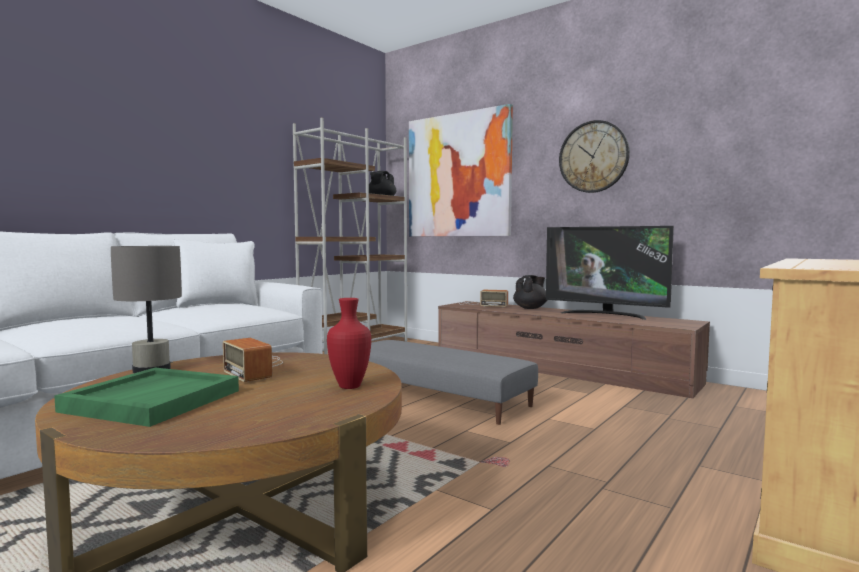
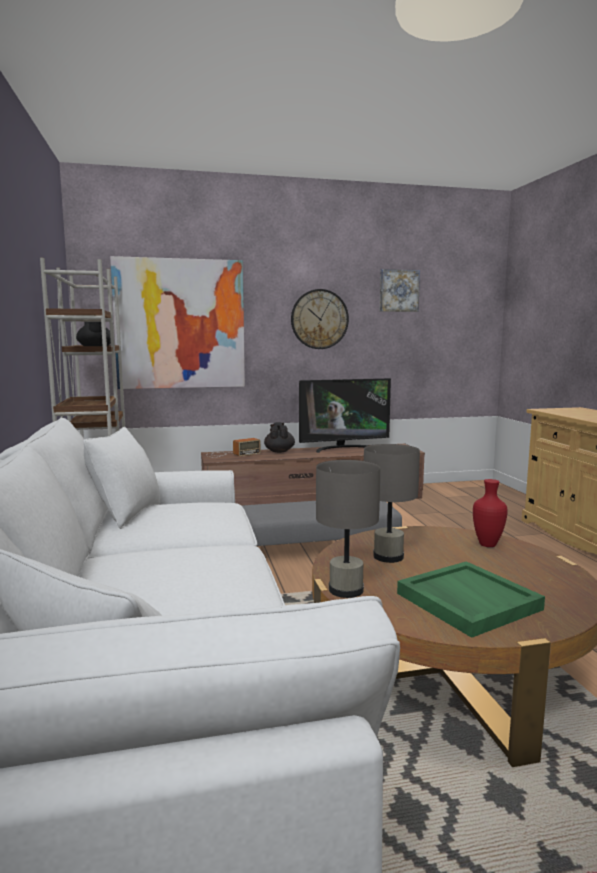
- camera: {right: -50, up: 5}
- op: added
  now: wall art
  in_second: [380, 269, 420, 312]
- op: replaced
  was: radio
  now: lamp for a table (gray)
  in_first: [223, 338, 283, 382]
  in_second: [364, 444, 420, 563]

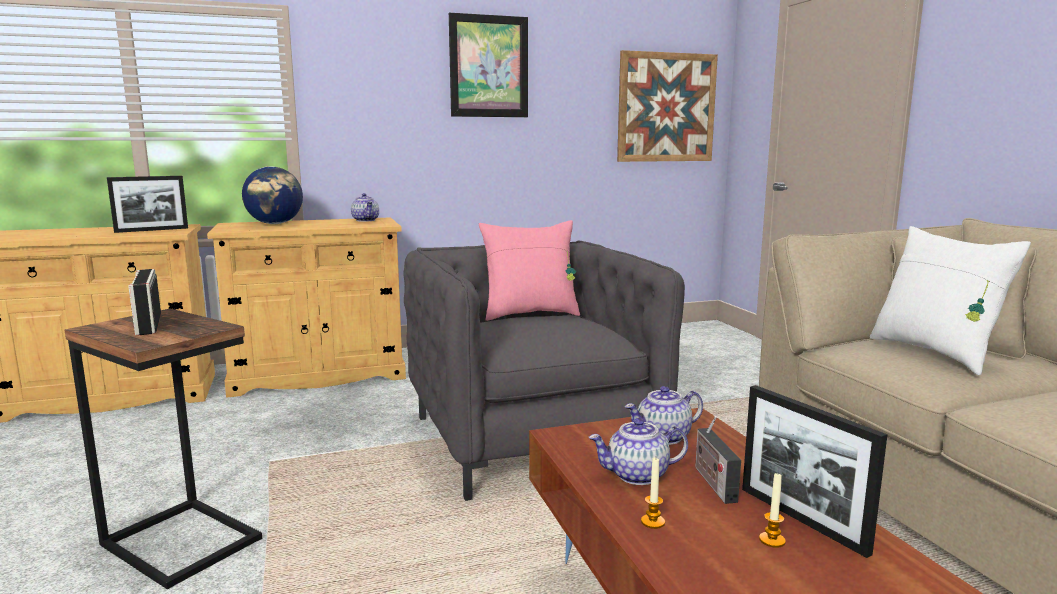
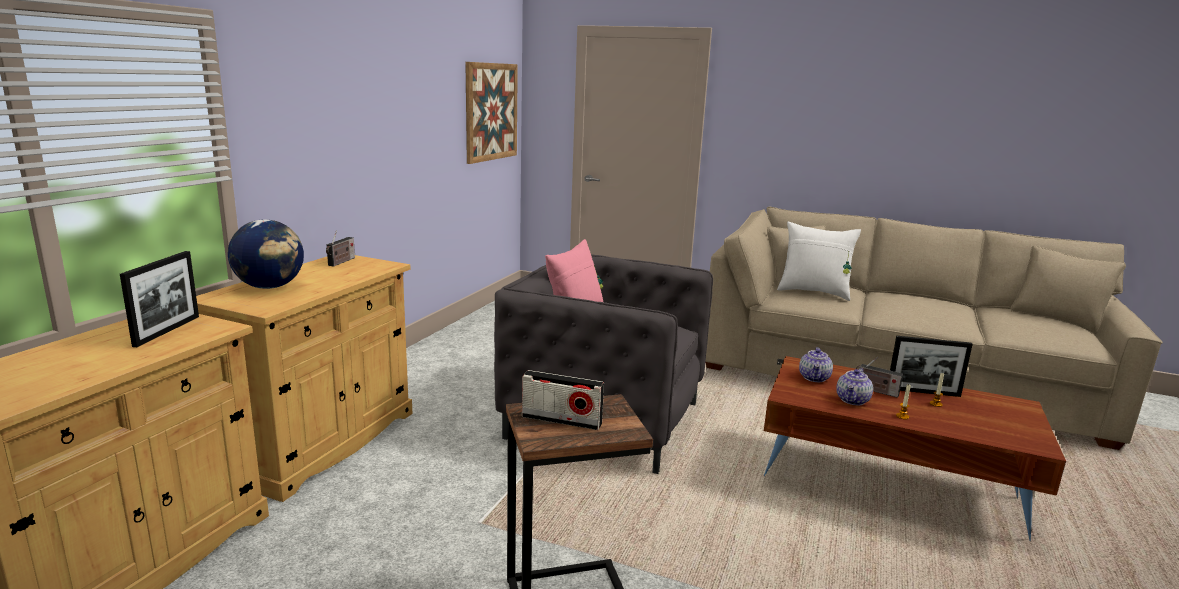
- camera: {right: -50, up: 5}
- op: removed
  was: wall art
  in_first: [449, 13, 528, 117]
- op: replaced
  was: tea pot
  now: radio
  in_first: [351, 193, 379, 222]
  in_second: [326, 230, 355, 266]

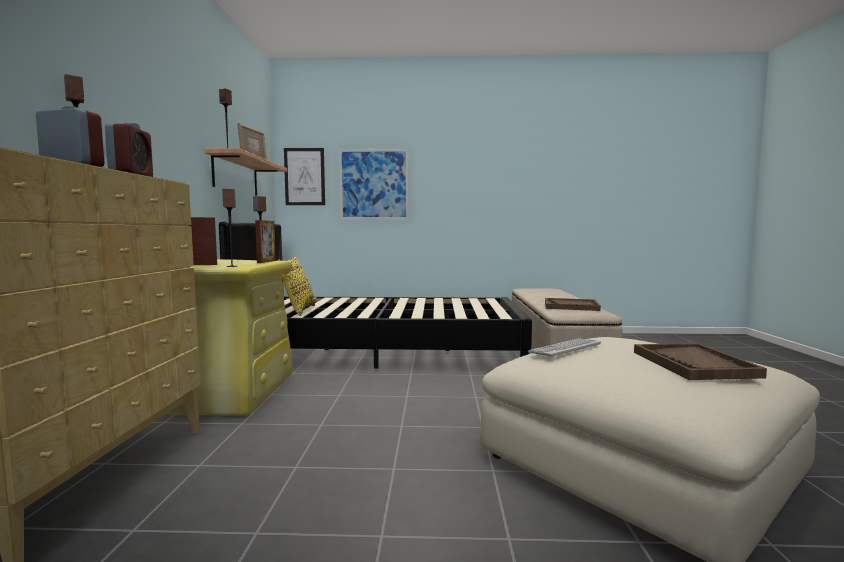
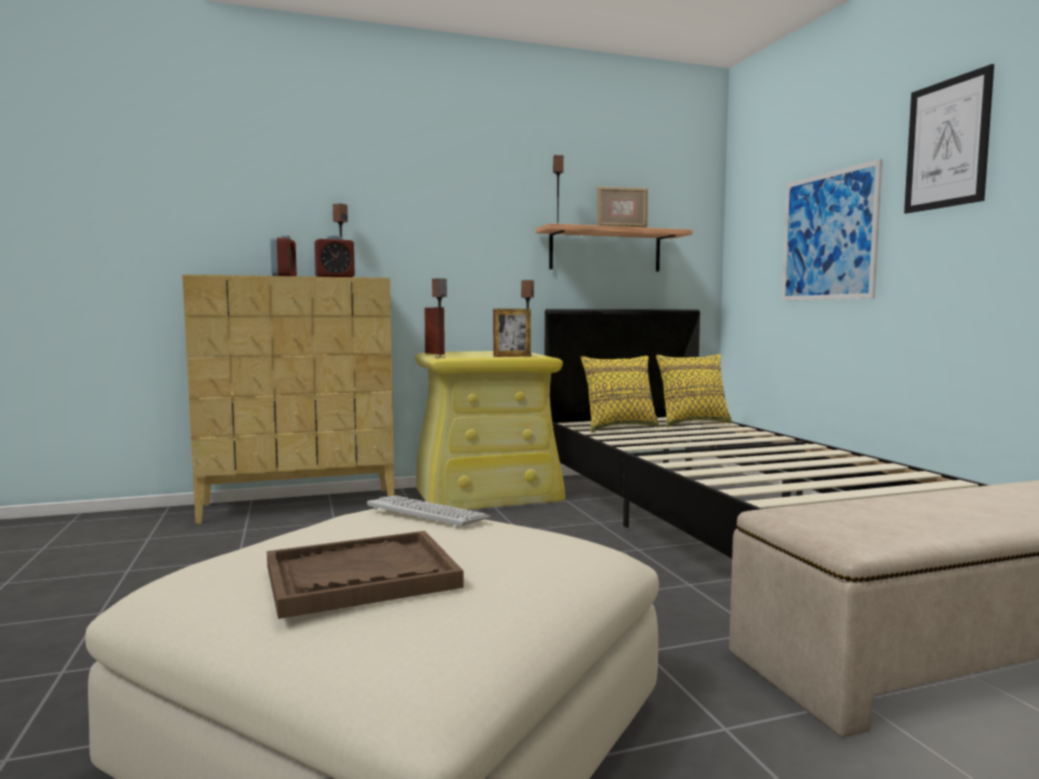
- camera: {right: 70, up: 0}
- op: removed
  was: serving tray (brownish)
  in_first: [545, 298, 601, 311]
- op: added
  now: cushion (yellowish)
  in_second: [656, 354, 732, 427]
- op: moved
  was: wall art
  in_first: [284, 148, 325, 205]
  in_second: [904, 64, 994, 214]

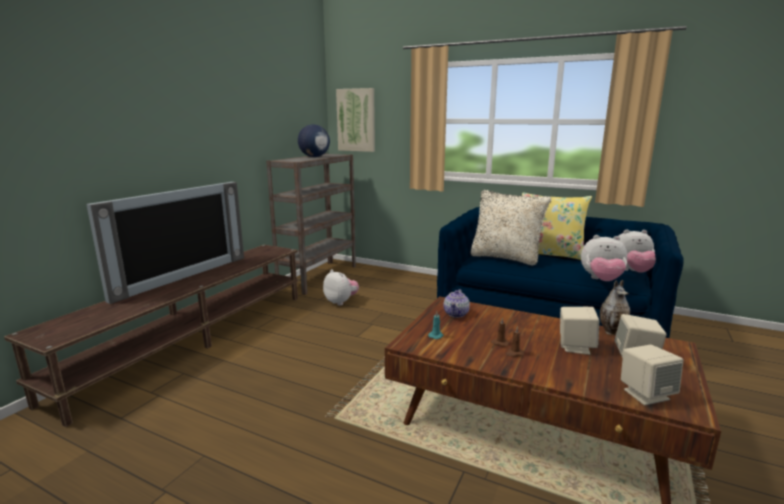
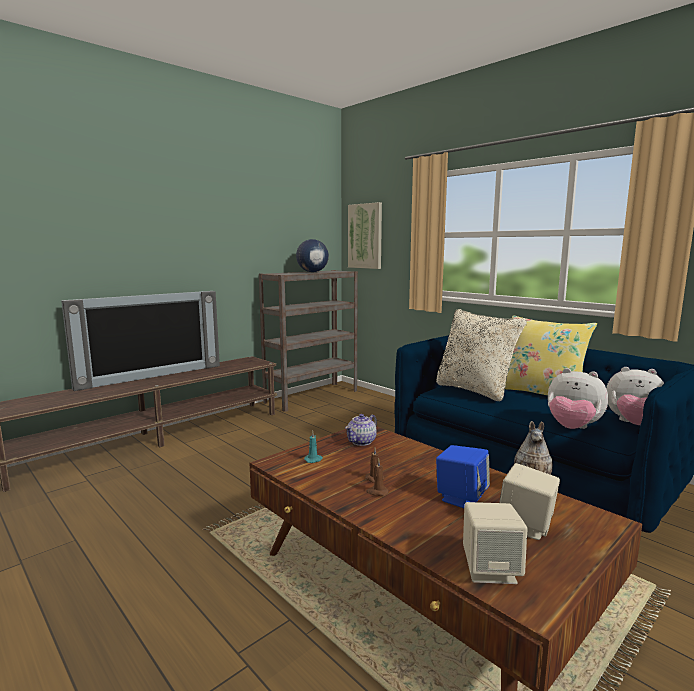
- camera: {right: 20, up: -5}
- op: removed
  was: plush toy
  in_first: [323, 270, 359, 306]
- op: recoloured
  was: loudspeaker (sand-coloured)
  now: loudspeaker (blue)
  in_first: [560, 307, 599, 355]
  in_second: [436, 445, 490, 508]

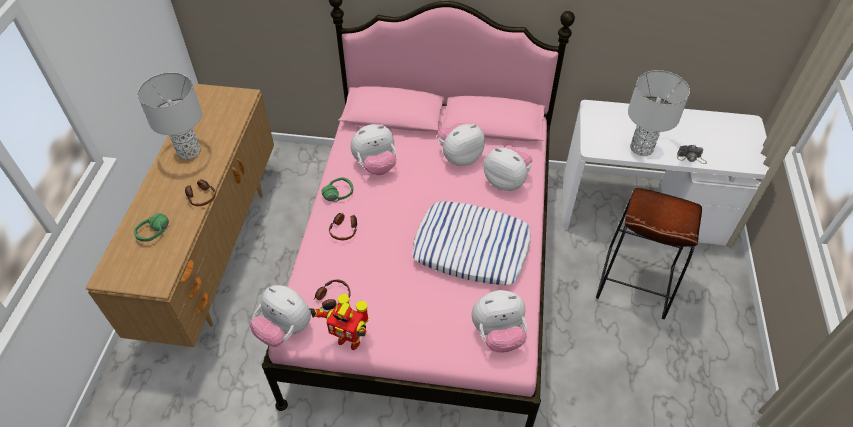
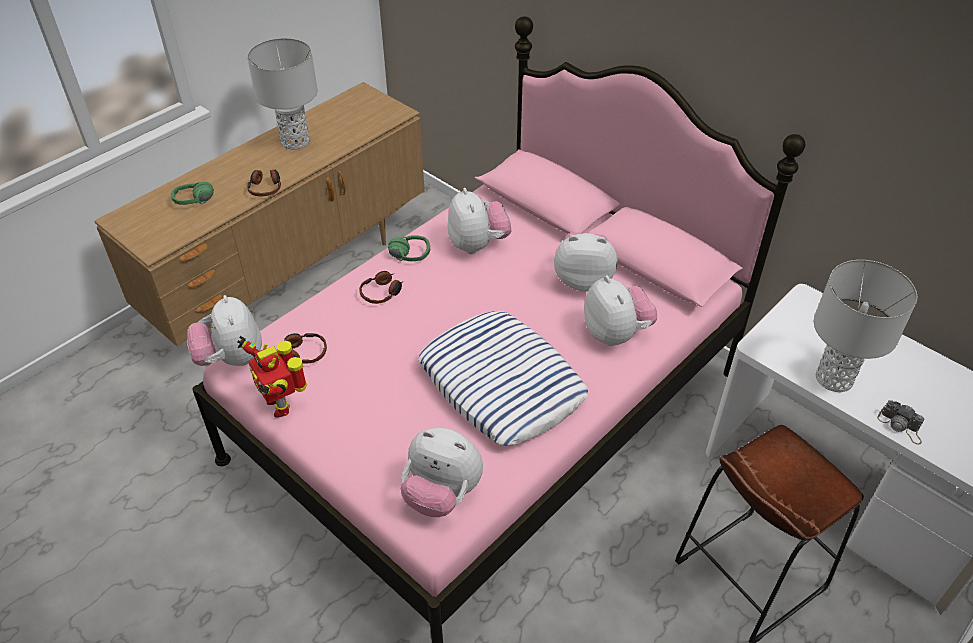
- camera: {right: 35, up: -5}
- op: turned
  was: plush toy
  in_first: [350, 124, 396, 175]
  in_second: [448, 188, 511, 254]
  clockwise: -120

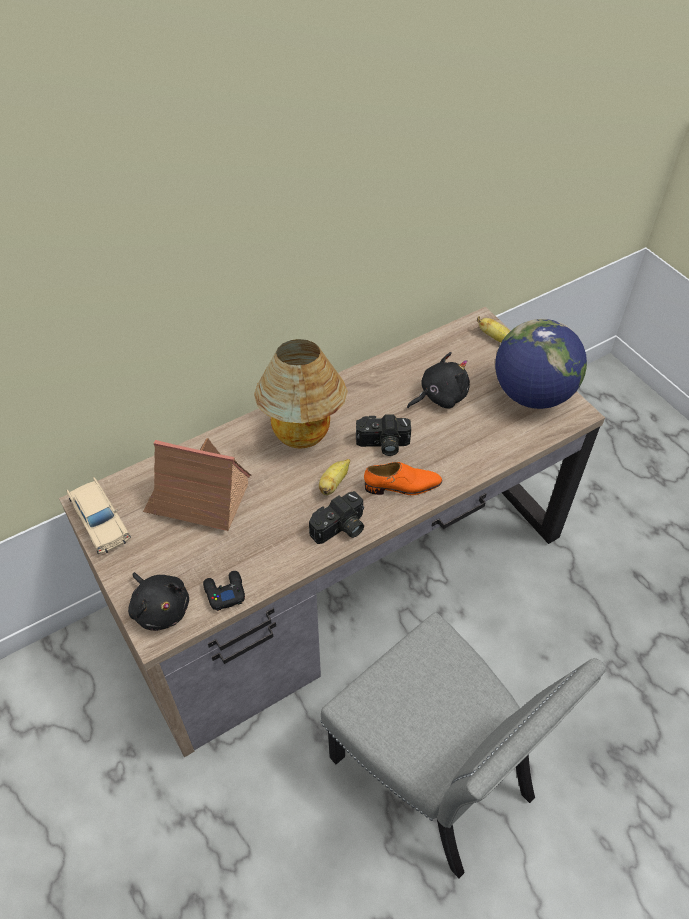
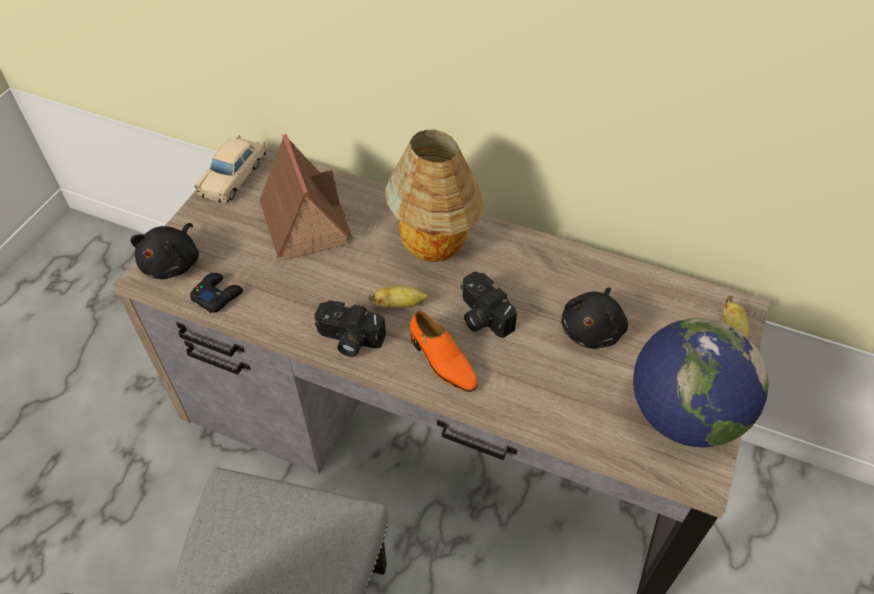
- camera: {right: 55, up: 0}
- op: turned
  was: plush toy (blackish)
  in_first: [407, 352, 470, 409]
  in_second: [561, 287, 628, 349]
  clockwise: 90

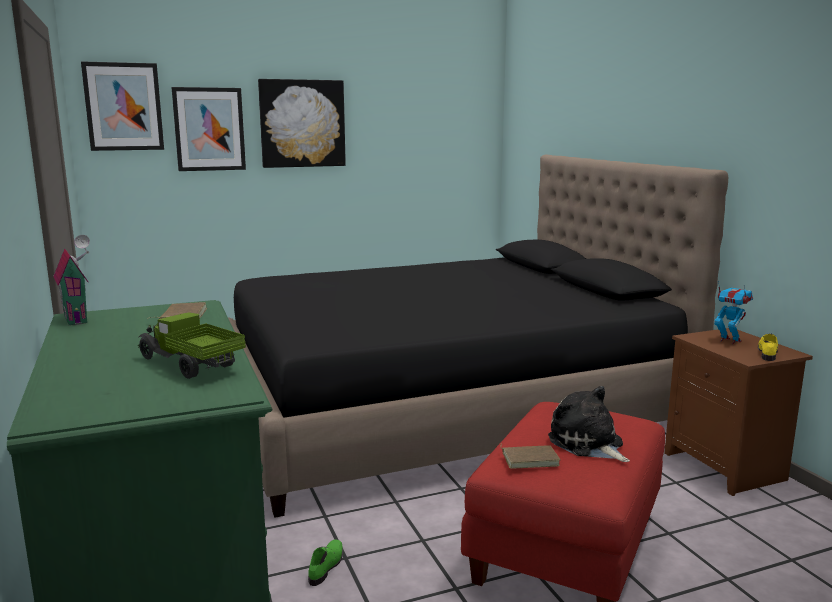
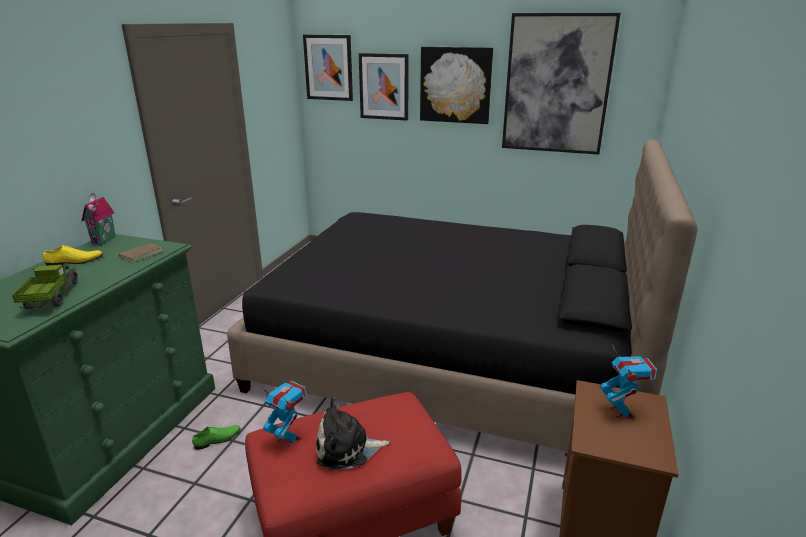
- camera: {right: 40, up: 10}
- op: added
  now: wall art
  in_second: [502, 13, 621, 155]
- op: moved
  was: shoe (yellowish)
  in_first: [758, 333, 778, 361]
  in_second: [43, 245, 103, 266]
- op: replaced
  was: volume (brownish)
  now: toy robot
  in_first: [500, 443, 560, 469]
  in_second: [263, 381, 307, 447]
- op: turned
  was: plush toy
  in_first: [548, 386, 630, 462]
  in_second: [316, 397, 389, 470]
  clockwise: -105

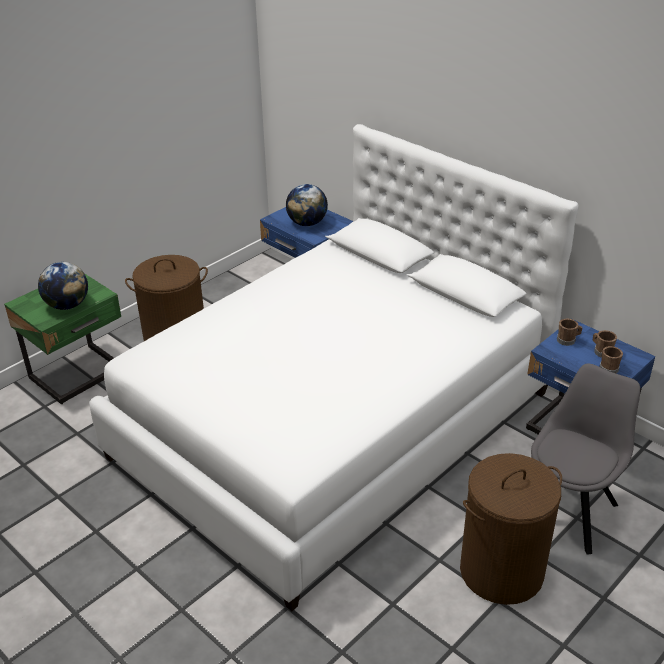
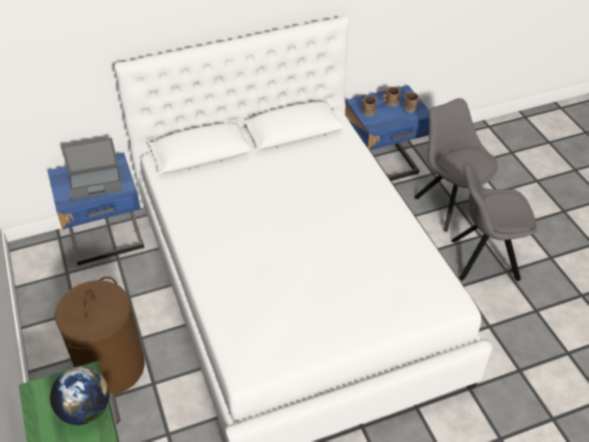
- camera: {right: -65, up: 10}
- op: replaced
  was: desk globe
  now: laptop
  in_first: [286, 184, 328, 226]
  in_second: [61, 138, 122, 200]
- op: replaced
  was: hamper (brownish)
  now: chair (gray)
  in_first: [460, 453, 562, 605]
  in_second: [451, 163, 537, 281]

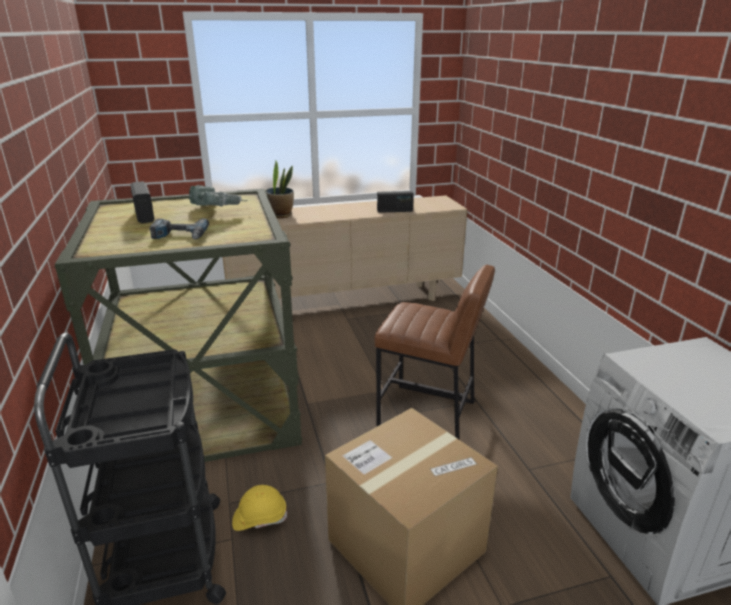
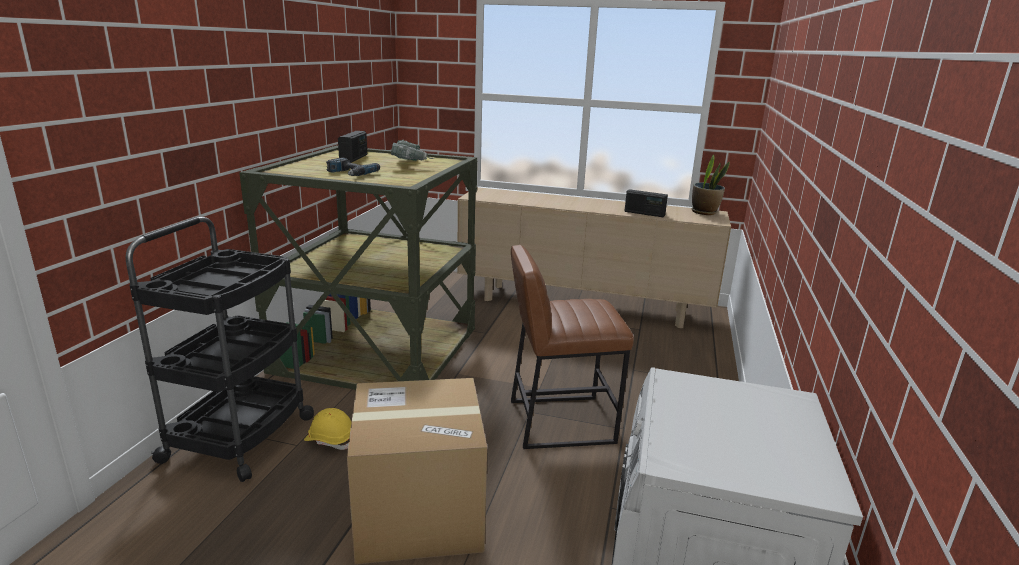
- camera: {right: 30, up: -5}
- op: moved
  was: potted plant
  in_first: [265, 161, 294, 218]
  in_second: [692, 154, 730, 215]
- op: turned
  was: chair (brownish)
  in_first: [374, 265, 495, 439]
  in_second: [511, 245, 634, 449]
  clockwise: 120

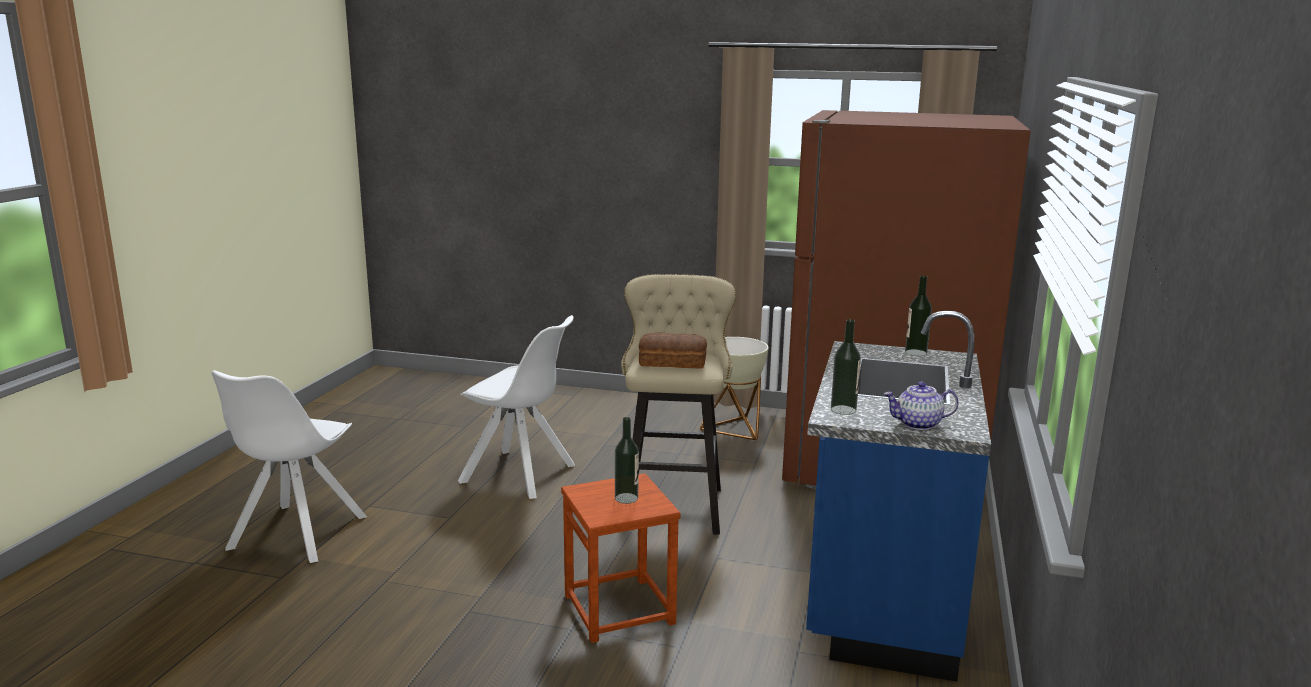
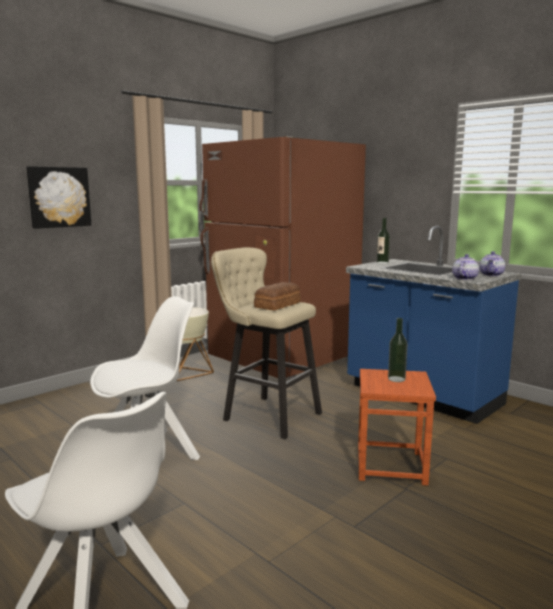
- camera: {right: -60, up: -5}
- op: added
  now: wall art
  in_second: [27, 166, 92, 229]
- op: replaced
  was: drink bottle
  now: tea pot
  in_first: [831, 319, 861, 415]
  in_second: [452, 254, 479, 280]

